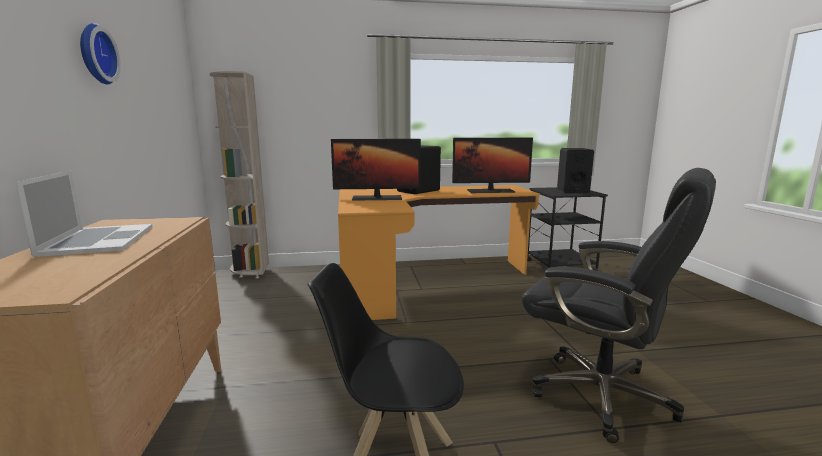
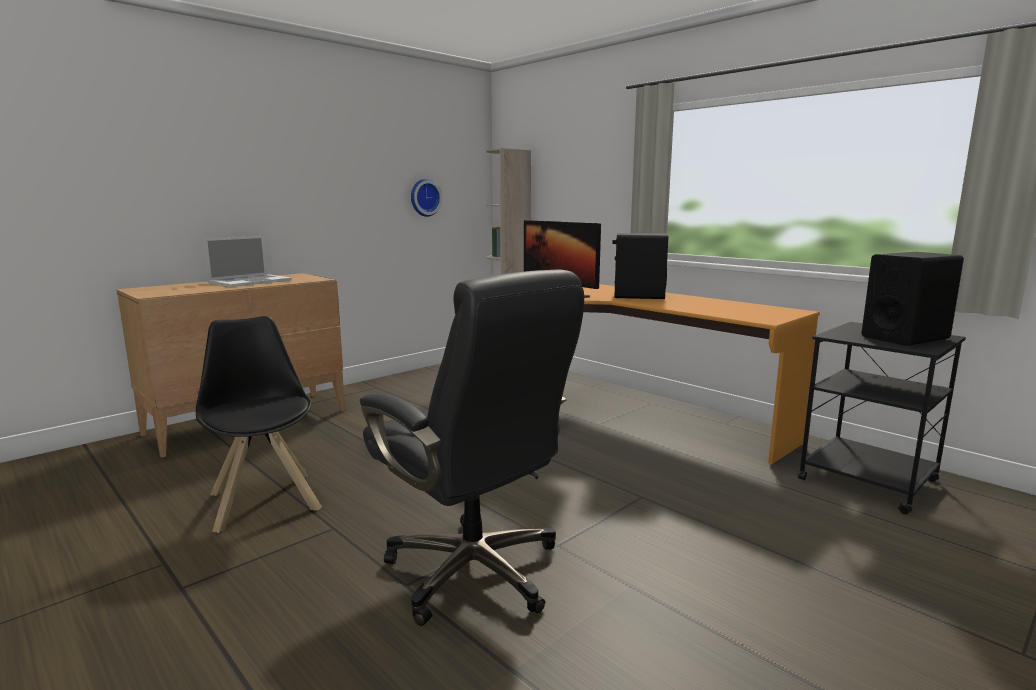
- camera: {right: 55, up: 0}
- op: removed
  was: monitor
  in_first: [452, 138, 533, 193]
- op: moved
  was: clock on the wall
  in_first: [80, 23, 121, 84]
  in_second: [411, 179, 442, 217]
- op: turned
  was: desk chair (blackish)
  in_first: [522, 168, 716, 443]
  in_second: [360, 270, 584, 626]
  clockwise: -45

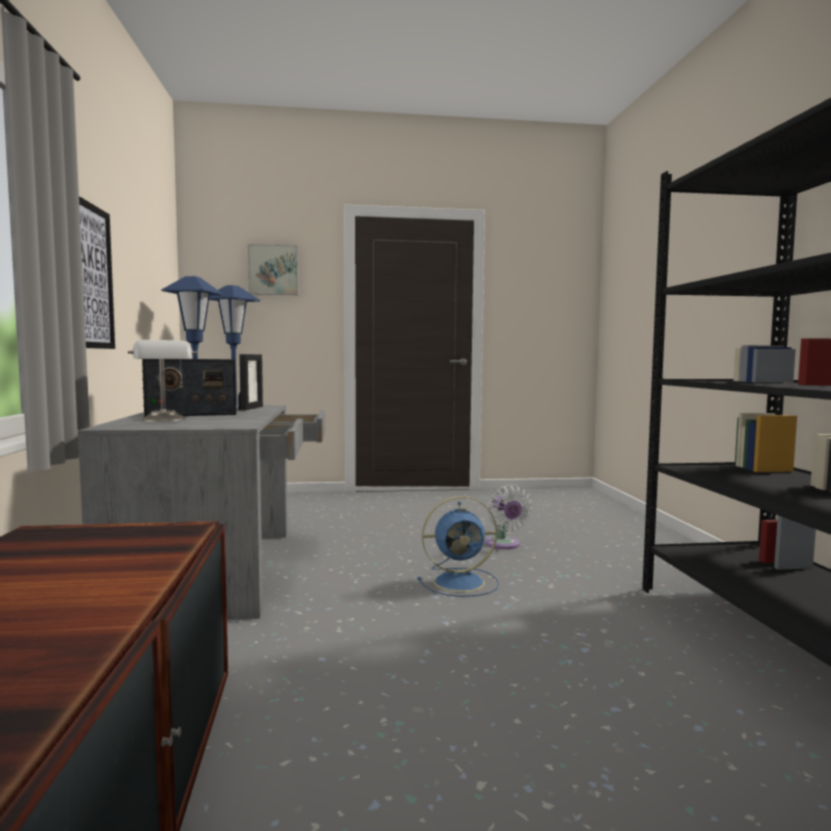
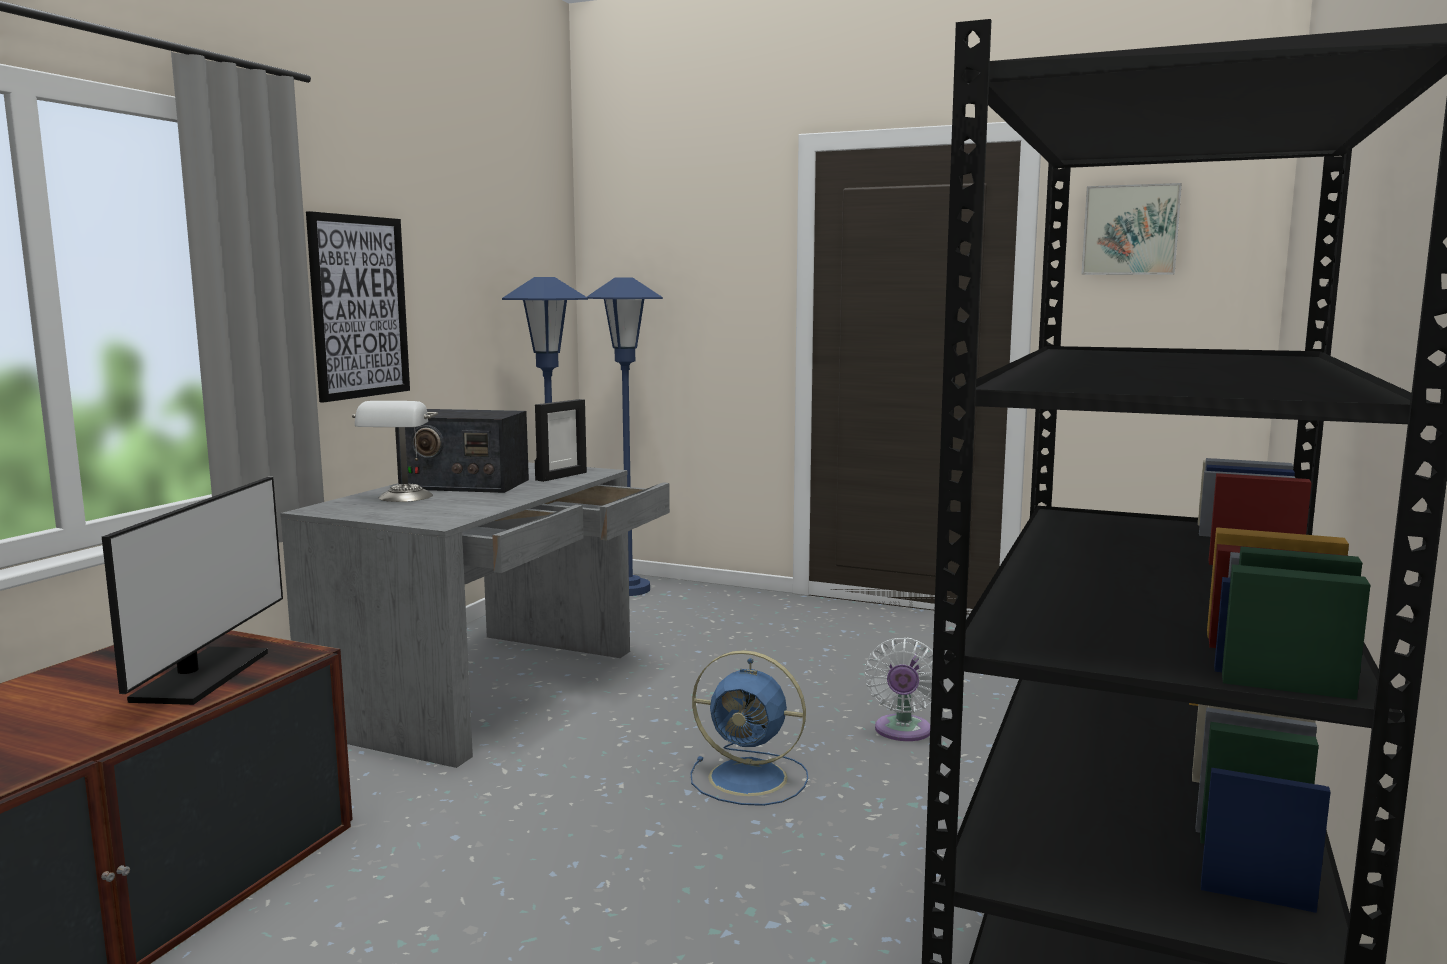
- camera: {right: 30, up: 5}
- op: added
  now: monitor
  in_second: [102, 477, 283, 705]
- op: moved
  was: wall art
  in_first: [248, 244, 299, 295]
  in_second: [1081, 183, 1182, 275]

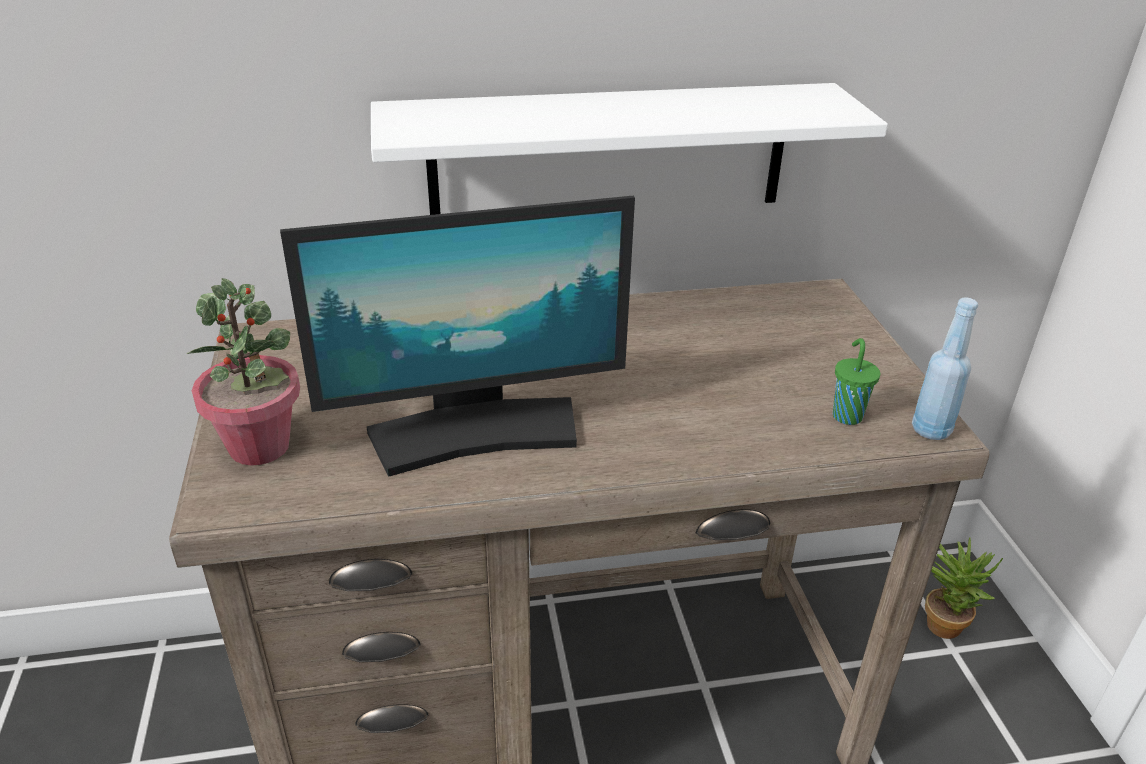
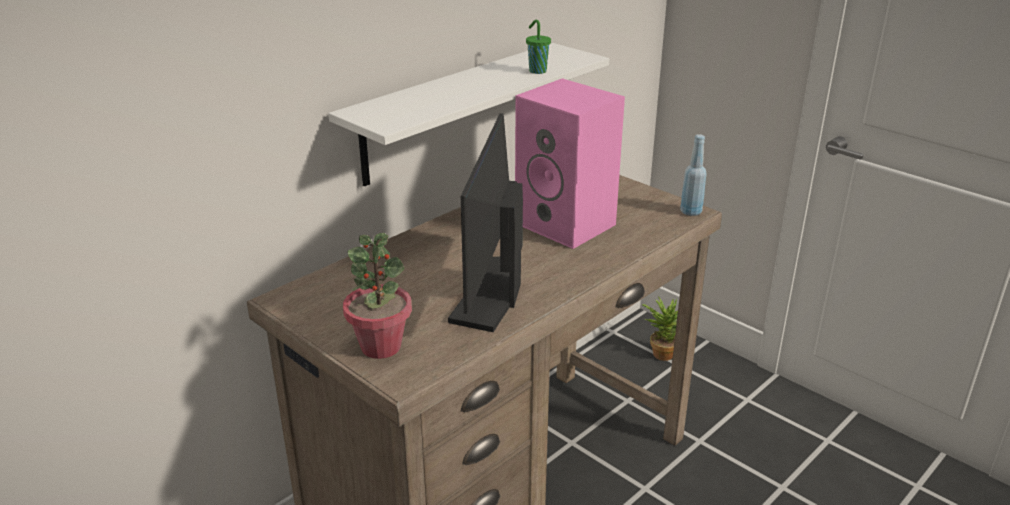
- camera: {right: -35, up: -5}
- op: added
  now: loudspeaker (pinkish)
  in_second: [515, 78, 625, 249]
- op: moved
  was: small cup (green-coloured)
  in_first: [833, 338, 880, 425]
  in_second: [526, 20, 551, 74]
- op: turned
  was: monitor
  in_first: [280, 196, 635, 477]
  in_second: [448, 113, 523, 332]
  clockwise: 150

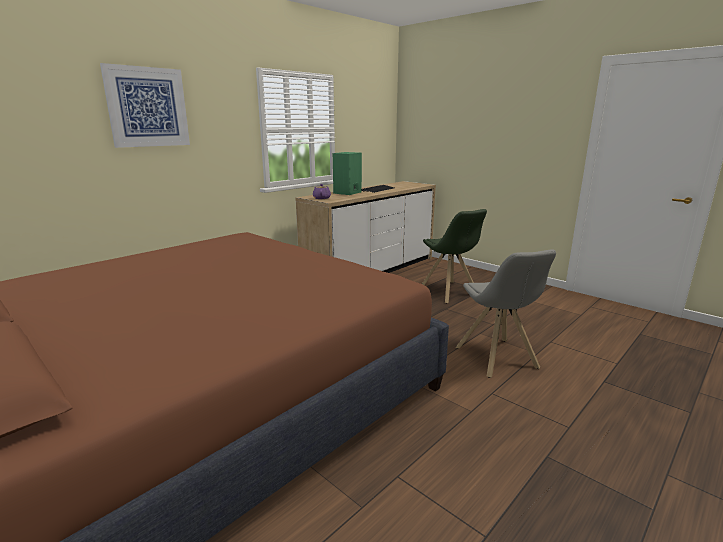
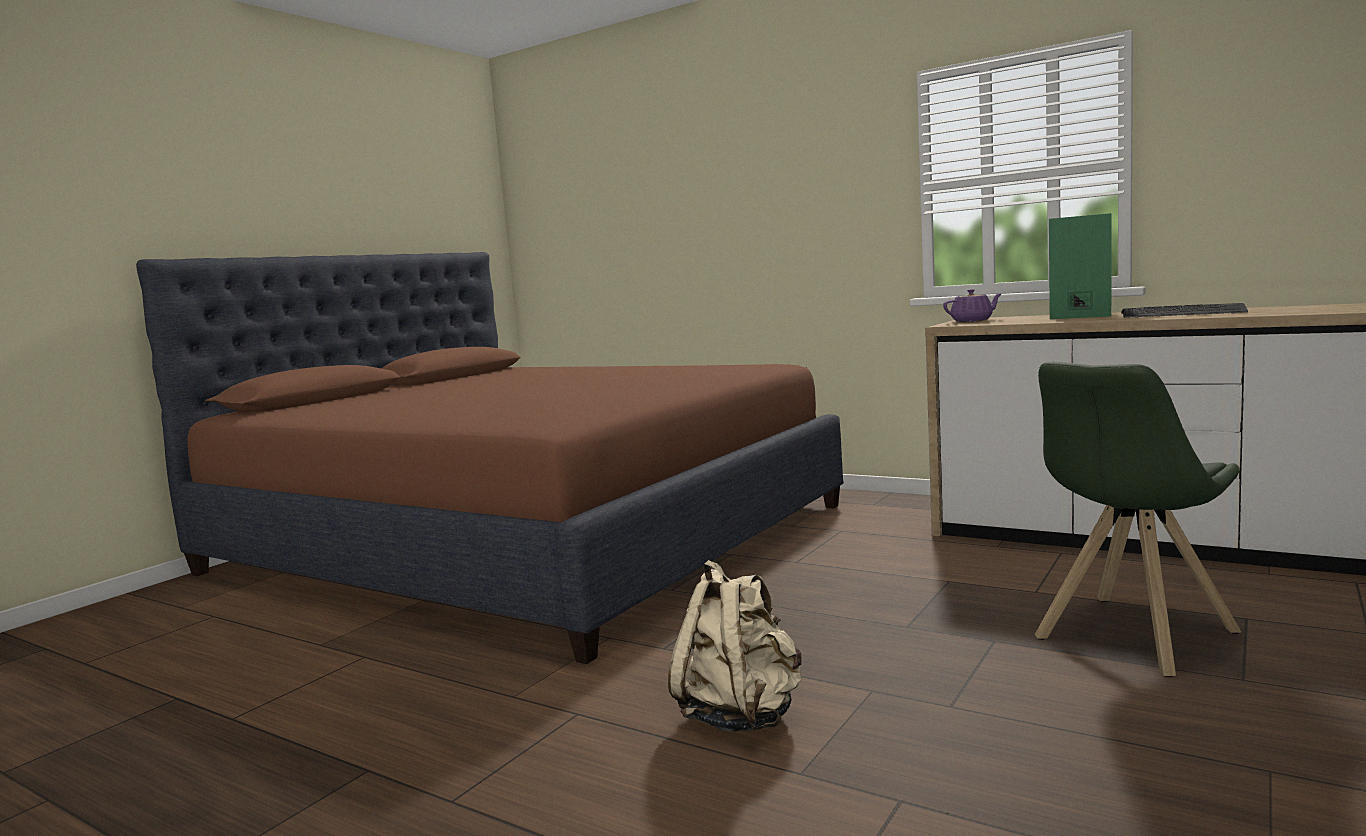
- camera: {right: 80, up: -10}
- op: removed
  was: wall art
  in_first: [100, 63, 190, 148]
- op: replaced
  was: chair (gray)
  now: knapsack (sand-coloured)
  in_first: [456, 249, 556, 378]
  in_second: [668, 560, 801, 732]

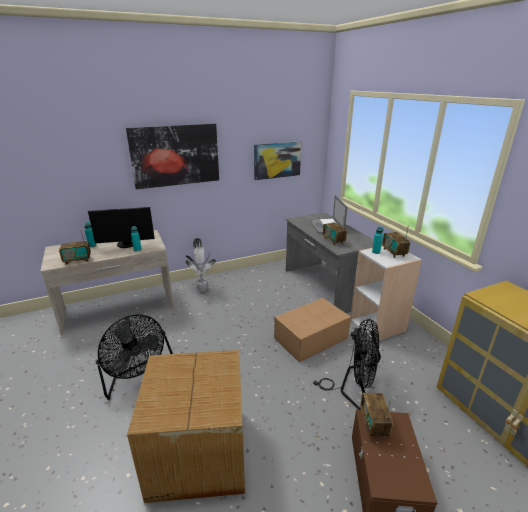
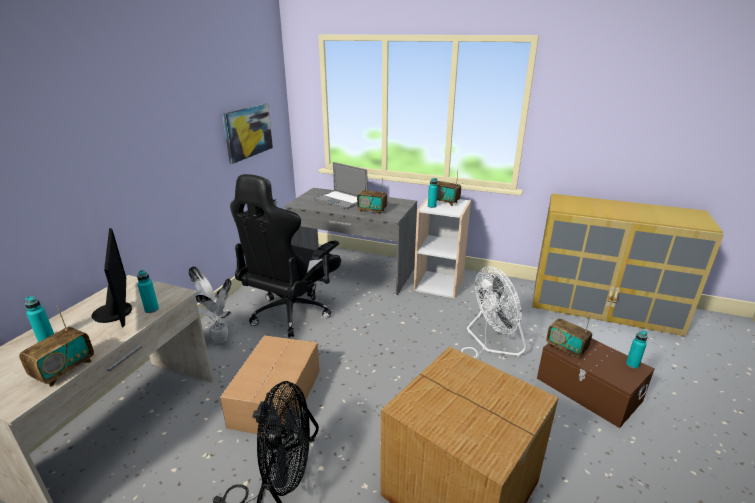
- camera: {right: -45, up: 0}
- op: removed
  was: wall art
  in_first: [126, 124, 219, 189]
- op: added
  now: desk chair (blackish)
  in_second: [230, 174, 341, 337]
- op: added
  now: drink bottle (blue-green)
  in_second: [626, 330, 648, 369]
- op: moved
  was: cardboard box
  in_first: [274, 298, 351, 362]
  in_second: [220, 335, 320, 434]
- op: recoloured
  was: electric fan (blackish)
  now: electric fan (white)
  in_first: [313, 319, 381, 410]
  in_second: [461, 267, 527, 358]
- op: turned
  was: monitor
  in_first: [88, 207, 155, 248]
  in_second: [92, 228, 132, 328]
  clockwise: -60

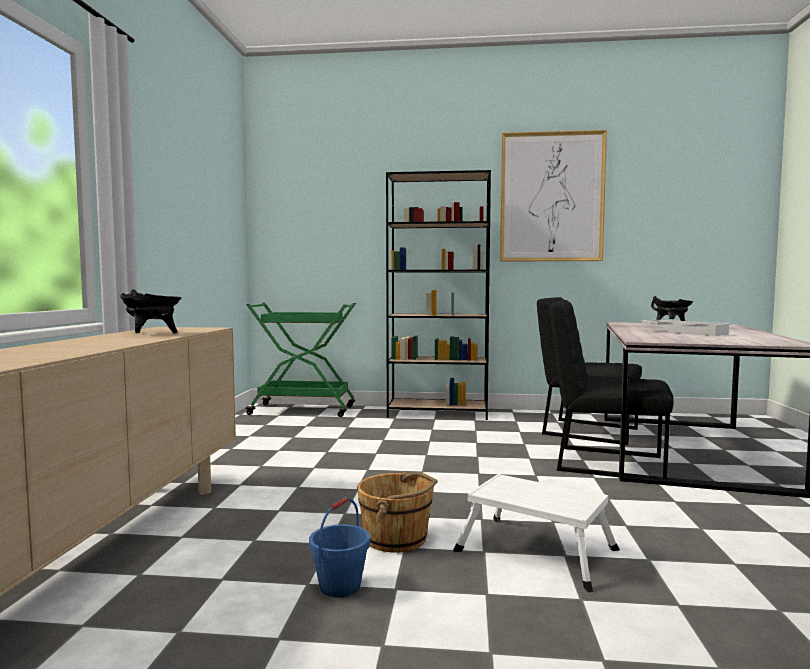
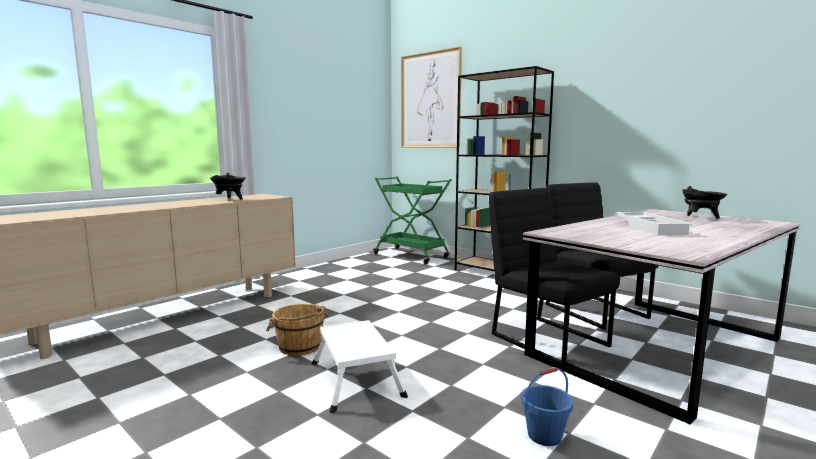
- camera: {right: 35, up: 5}
- op: moved
  was: pail (blue)
  in_first: [309, 497, 370, 598]
  in_second: [521, 367, 573, 446]
- op: moved
  was: wall art
  in_first: [500, 130, 607, 262]
  in_second: [401, 46, 462, 148]

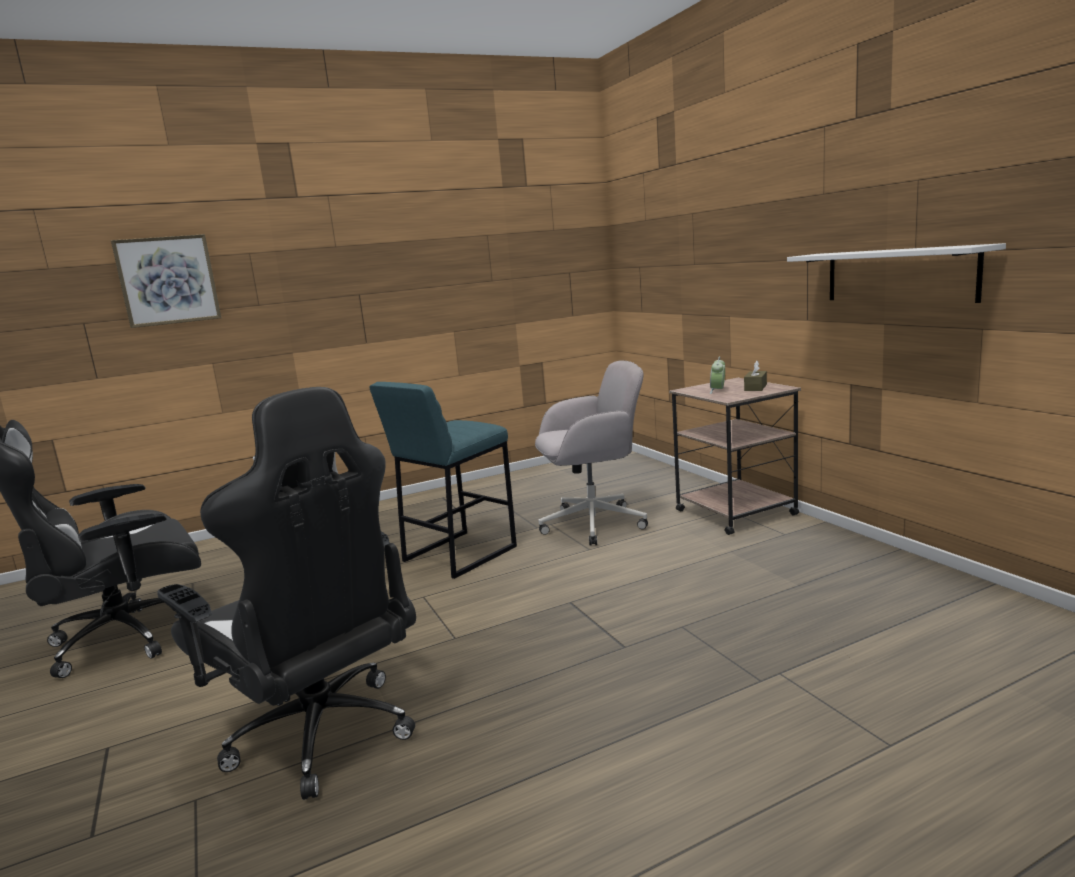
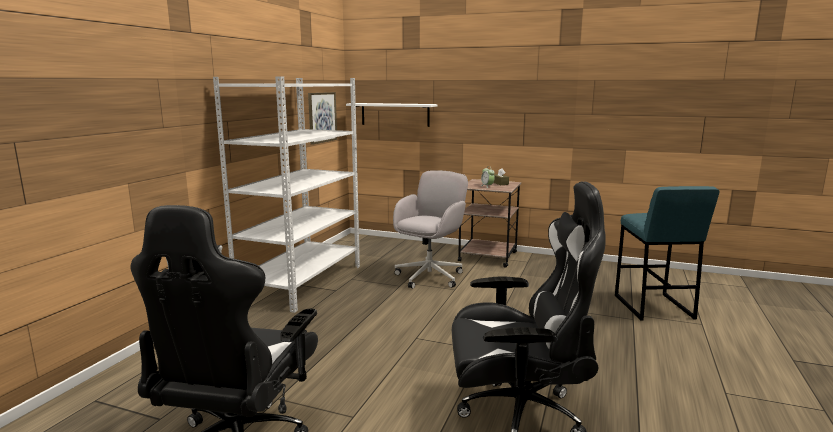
- camera: {right: -45, up: 0}
- op: added
  now: bookcase (white)
  in_second: [213, 77, 360, 313]
- op: moved
  was: wall art
  in_first: [111, 234, 221, 328]
  in_second: [308, 92, 337, 145]
- op: moved
  was: stool seat (blue-green)
  in_first: [369, 382, 517, 579]
  in_second: [615, 186, 719, 321]
- op: moved
  was: shelf (white)
  in_first: [787, 243, 1006, 303]
  in_second: [346, 103, 438, 127]

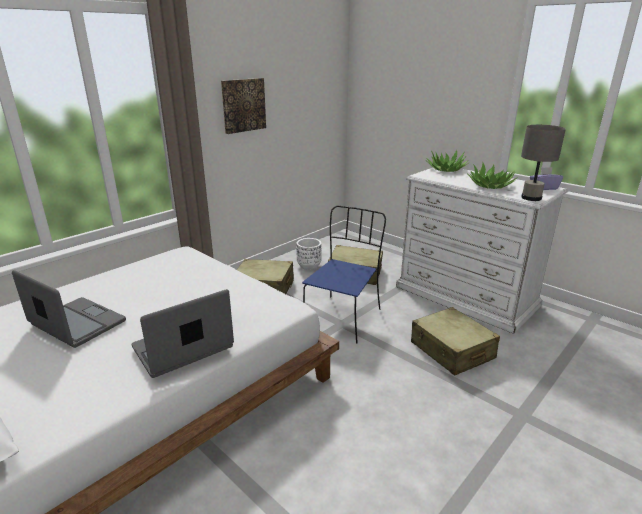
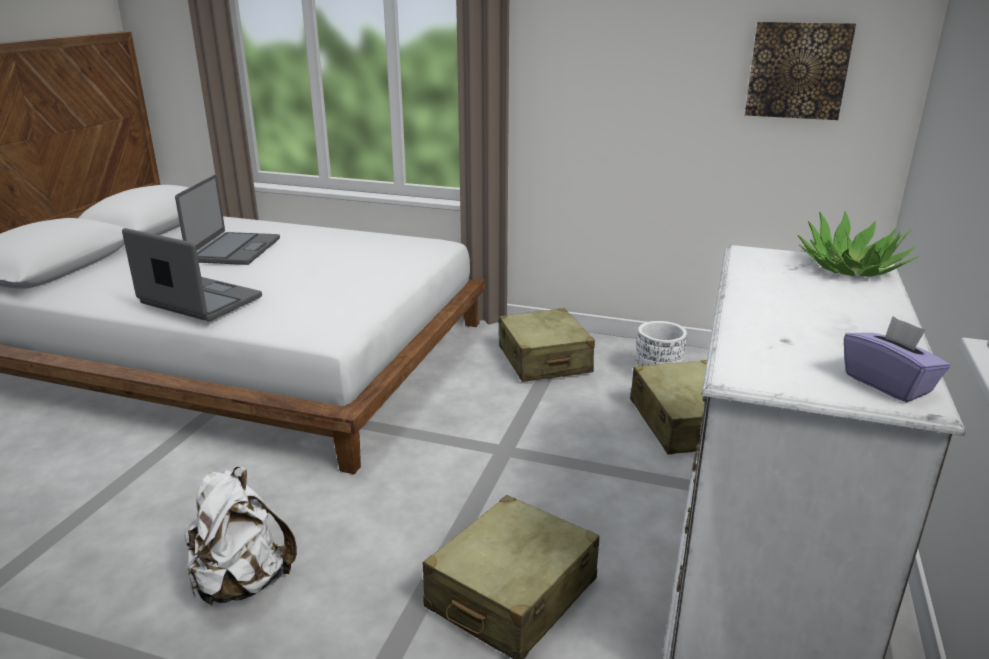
- camera: {right: 65, up: 0}
- op: removed
  was: chair (blue)
  in_first: [302, 206, 386, 344]
- op: removed
  was: potted plant
  in_first: [467, 162, 518, 189]
- op: removed
  was: lamp for a table (gray)
  in_first: [521, 125, 566, 201]
- op: added
  now: knapsack (white)
  in_second: [184, 466, 297, 605]
- op: moved
  was: wall art
  in_first: [221, 78, 266, 134]
  in_second: [745, 22, 856, 120]

